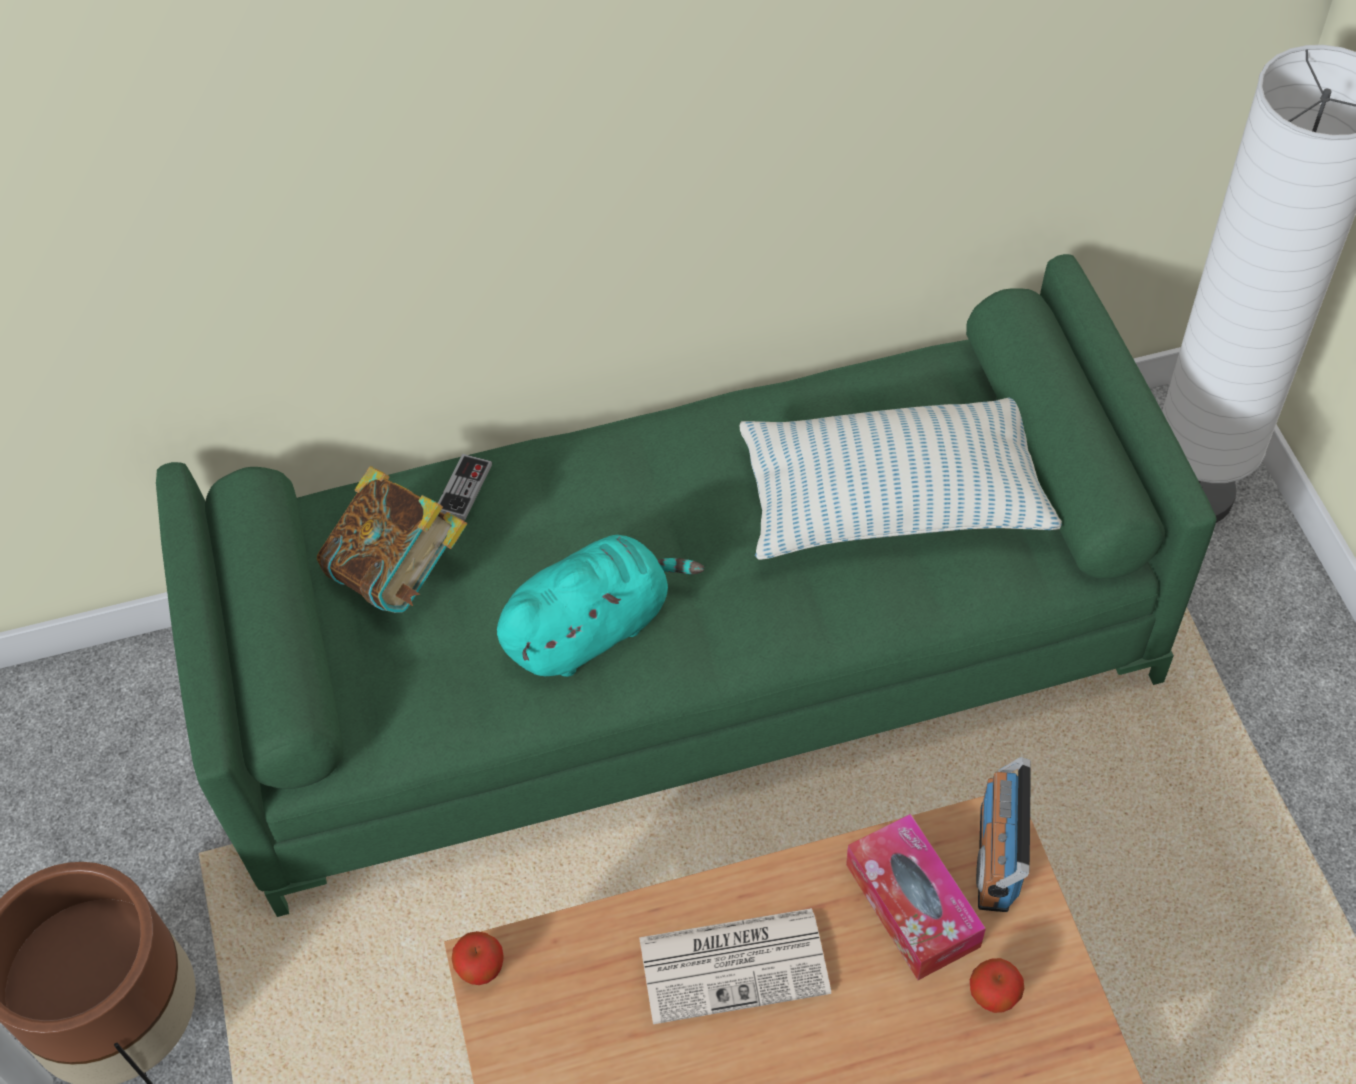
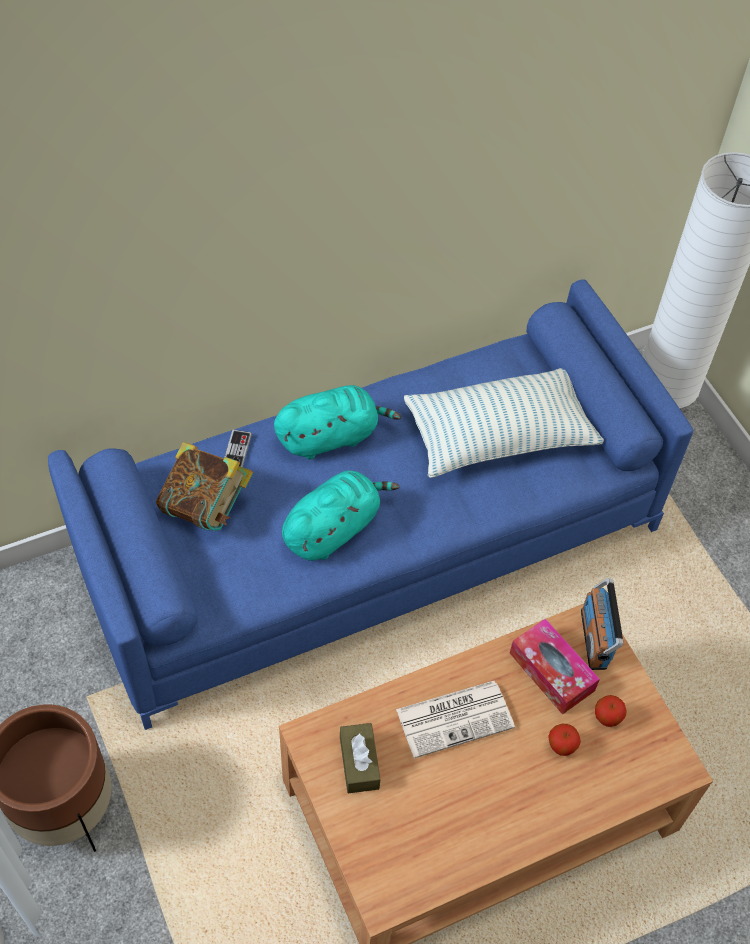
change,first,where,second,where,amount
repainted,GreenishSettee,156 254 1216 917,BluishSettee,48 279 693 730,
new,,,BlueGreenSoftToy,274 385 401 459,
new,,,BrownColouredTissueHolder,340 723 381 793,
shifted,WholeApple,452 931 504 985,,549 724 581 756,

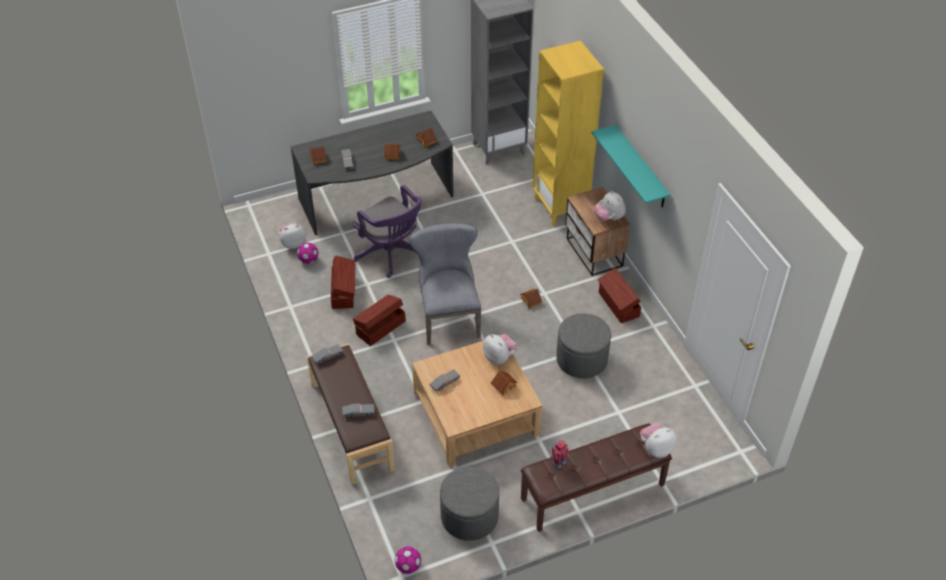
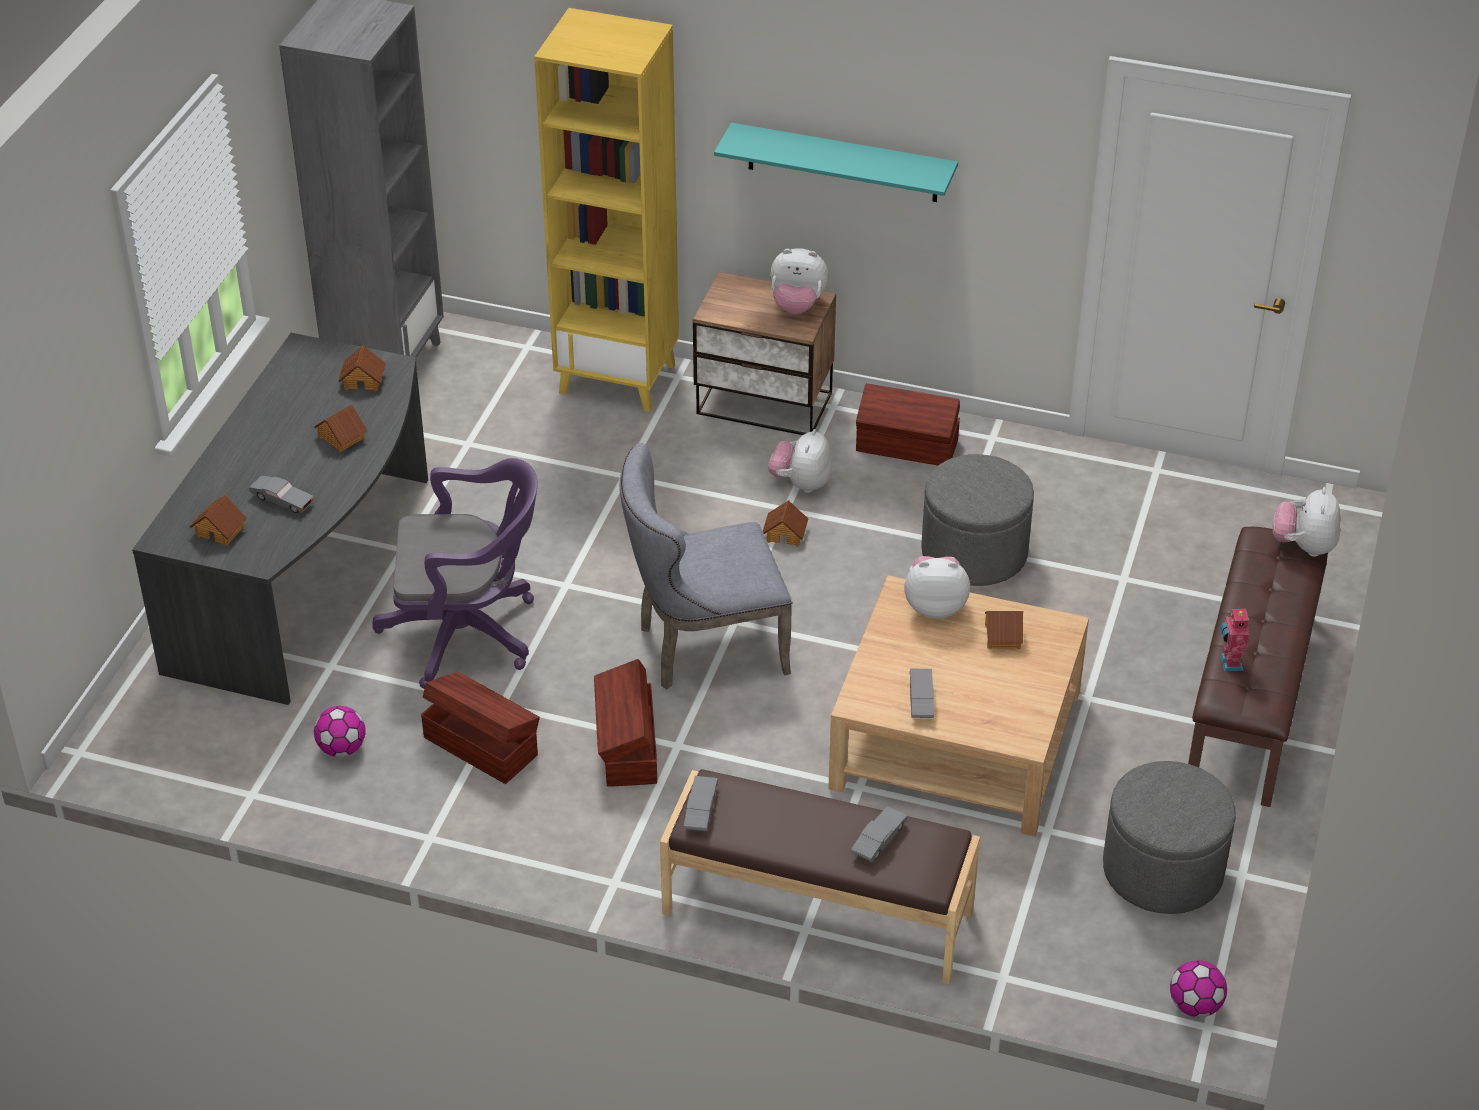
change,first,where,second,where,amount
rotated,GreyishUprightChair,410 224 481 345,,620 443 793 689,45 degrees counterclockwise
shifted,SoftToy,279 222 306 249,,768 429 831 493,

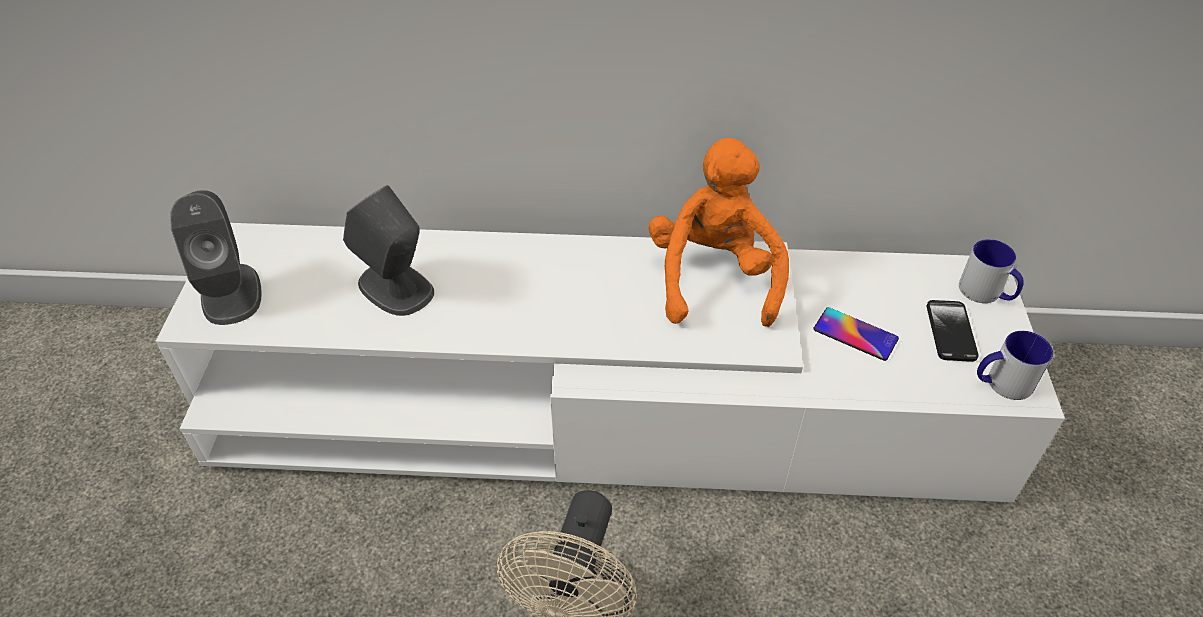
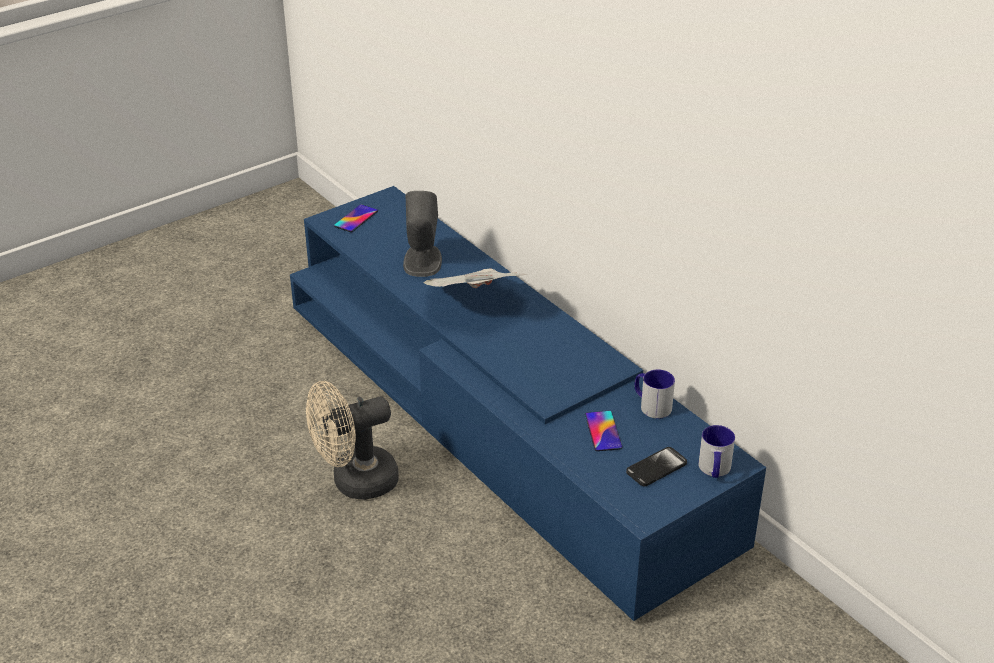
change,first,where,second,where,amount
repainted,WhiteColouredTvStand,156 223 1065 502,BluishTvStand,290 186 766 621,
swapped,GreyishAudioSpeaker,170 190 262 325,Handset,334 204 378 232,
new,,,DailyPaper,423 268 526 288,
shifted,TeaMug,977 331 1053 400,,635 369 675 418,
gone,OrangeySoftToy,649 138 789 327,,,

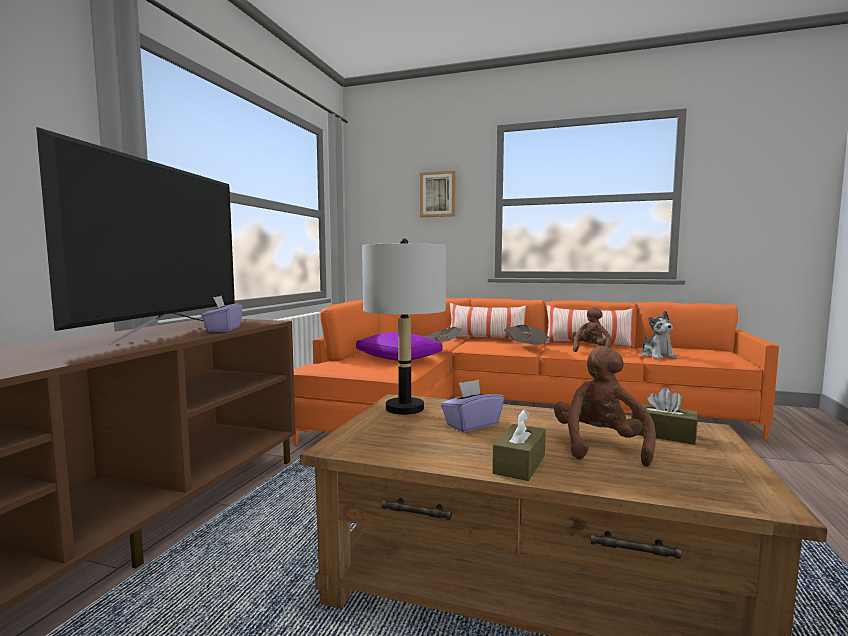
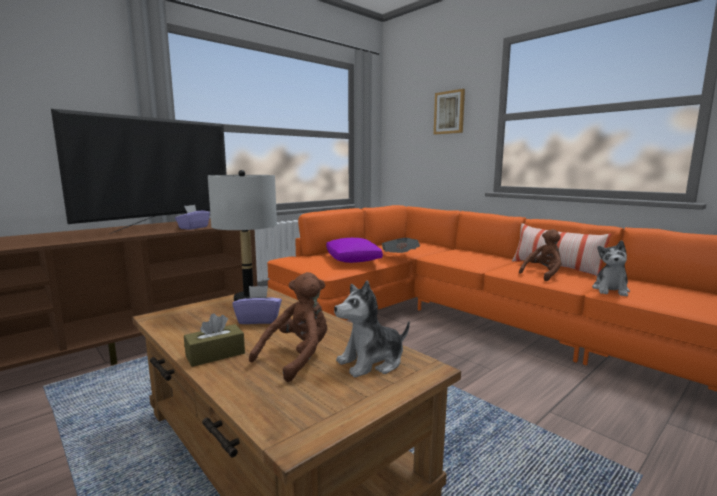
change,first,where,second,where,amount
swapped,BrownColouredTissueHolder,631 387 698 445,SoftToy,334 281 410 378,
gone,Cushion,450 303 527 340,,,
gone,DailyPaper,504 325 549 345,,,

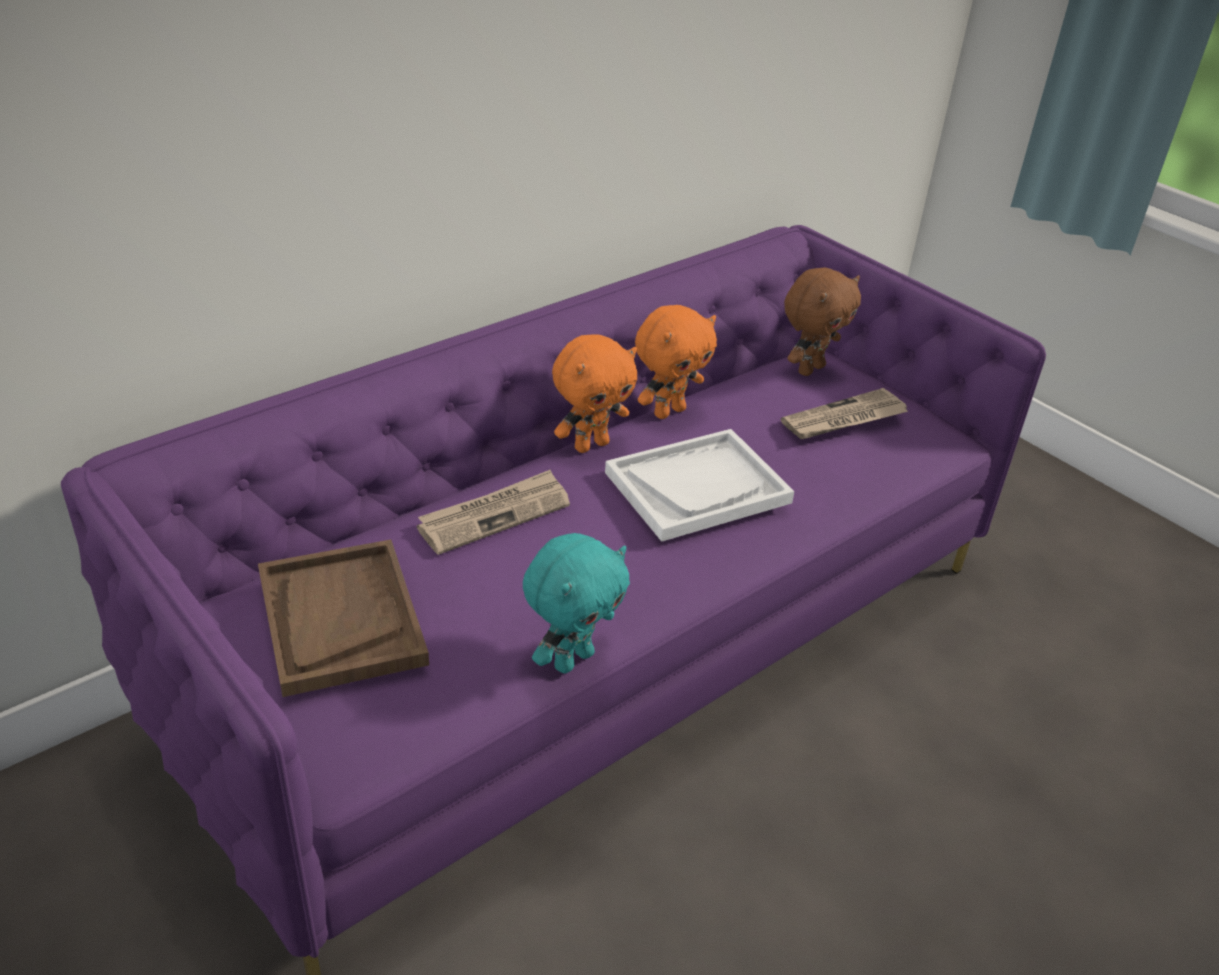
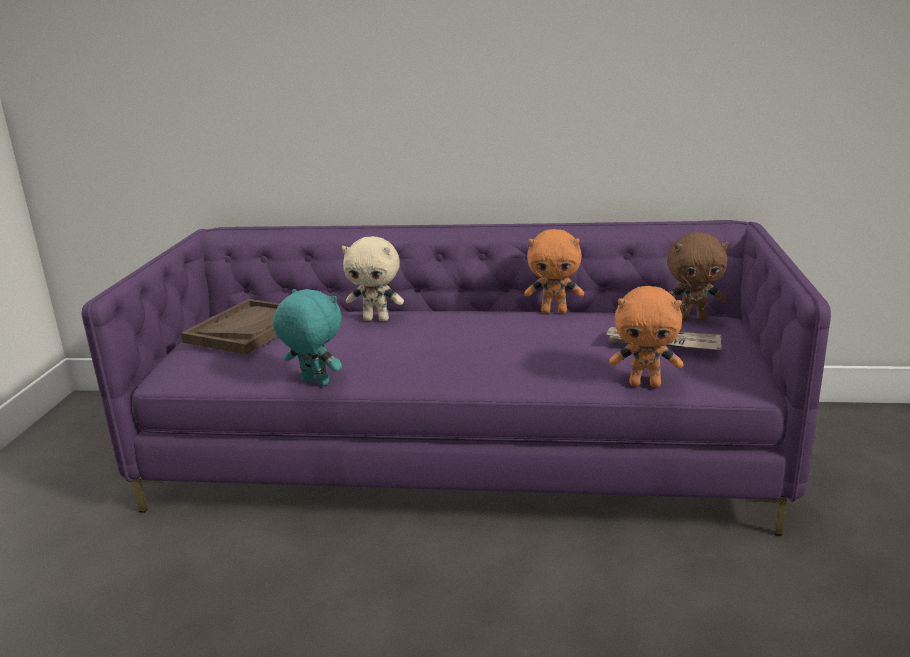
change,first,where,second,where,amount
rotated,BlueGreenSoftToy,523 533 630 674,,273 289 342 386,150 degrees counterclockwise
swapped,DailyPaper,417 470 570 555,BeigeColouredSoftToy,342 236 404 321,
shifted,OrangeySoftToy,552 334 637 453,,609 286 683 387,
gone,WhiteColouredServingTray,605 429 794 542,,,

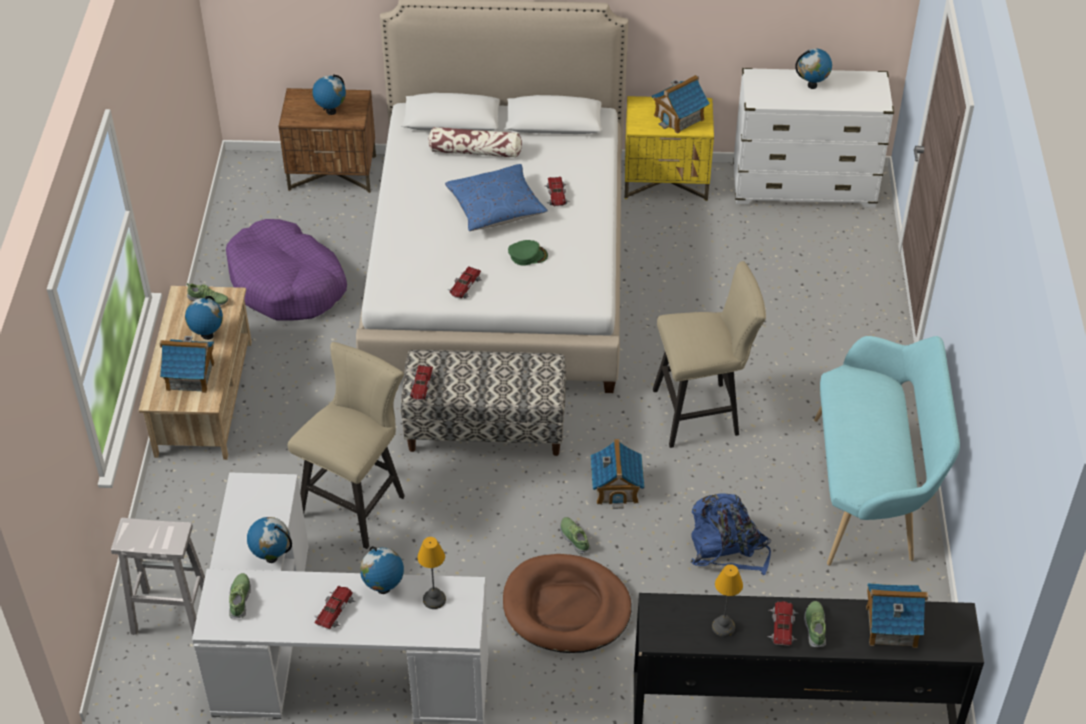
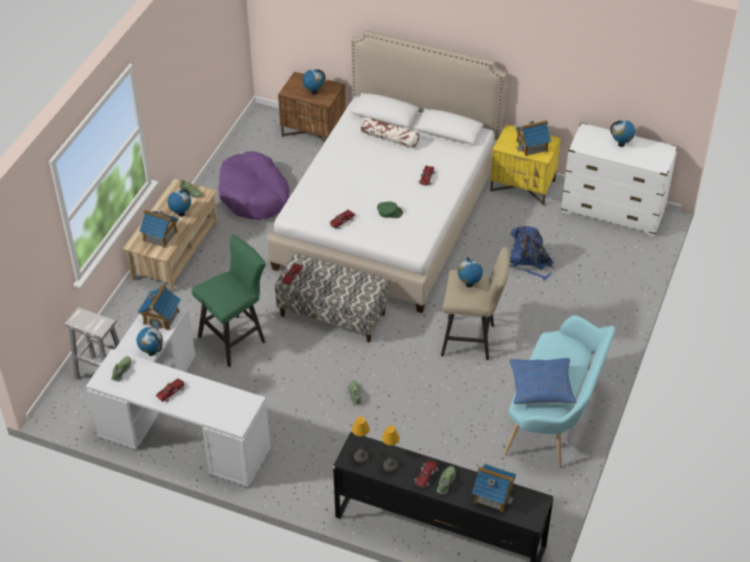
change,first,where,second,where,amount
shifted,ModelHouse,590 439 645 509,,138 284 181 330,
repainted,BeigeColouredStoolSeat,288 342 405 549,GreenishStoolSeat,192 235 266 367,
shifted,TabletopLamp,417 537 446 609,,352 416 370 463,
shifted,DeskGlobe,360 546 404 594,,458 258 483 287,
shifted,BluishCushion,445 164 548 231,,509 358 576 404,
shifted,BluishBackpack,691 493 771 575,,510 226 555 281,
gone,BrownColouredDogBed,503 554 632 653,,,

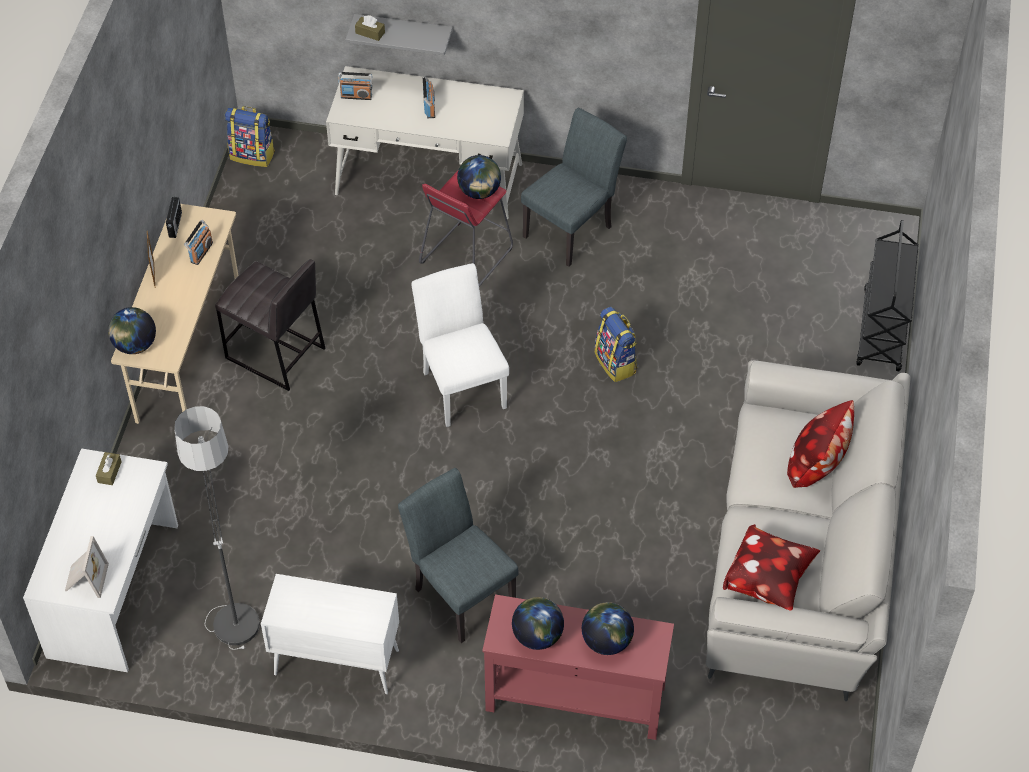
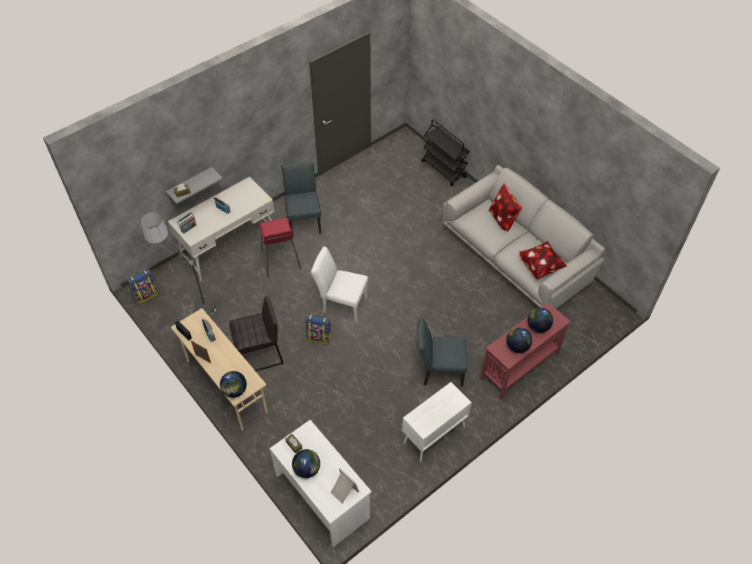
change,first,where,second,where,amount
shifted,FloorLamp,174 406 260 650,,140 212 216 314,
shifted,DeskGlobe,457 155 501 199,,292 449 320 478,
shifted,Backpack,595 307 637 382,,305 313 332 345,

